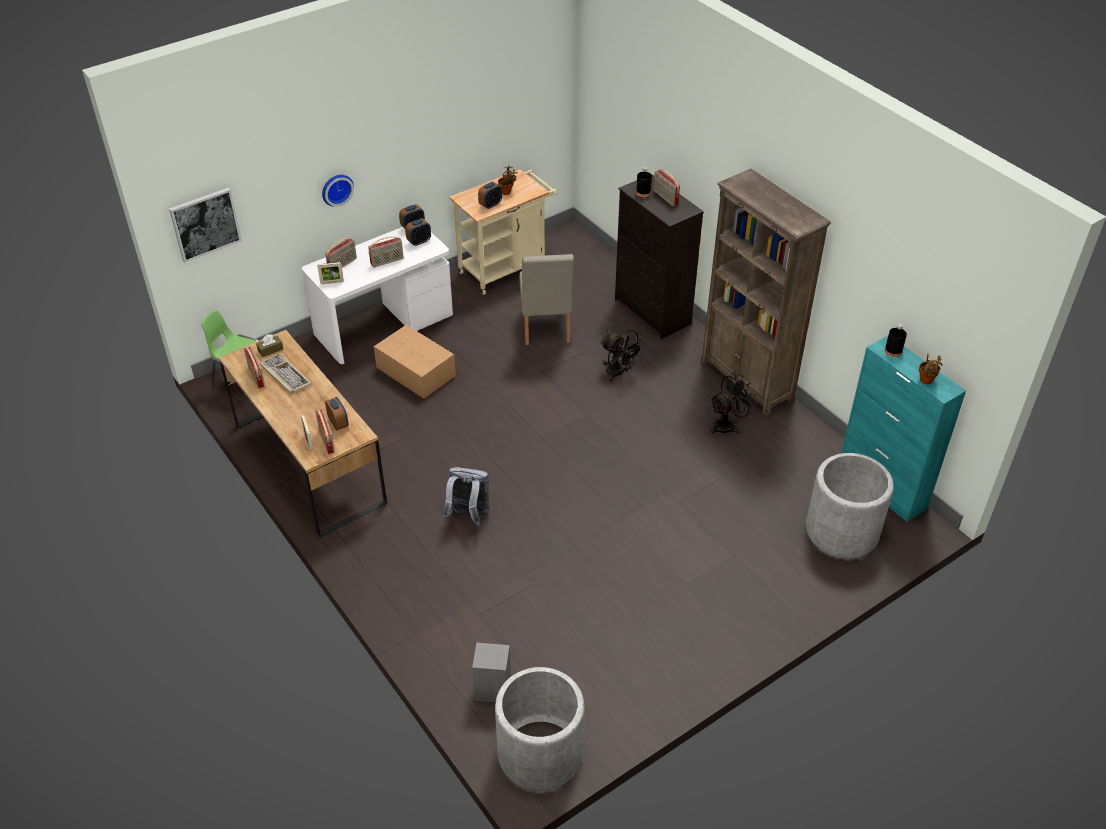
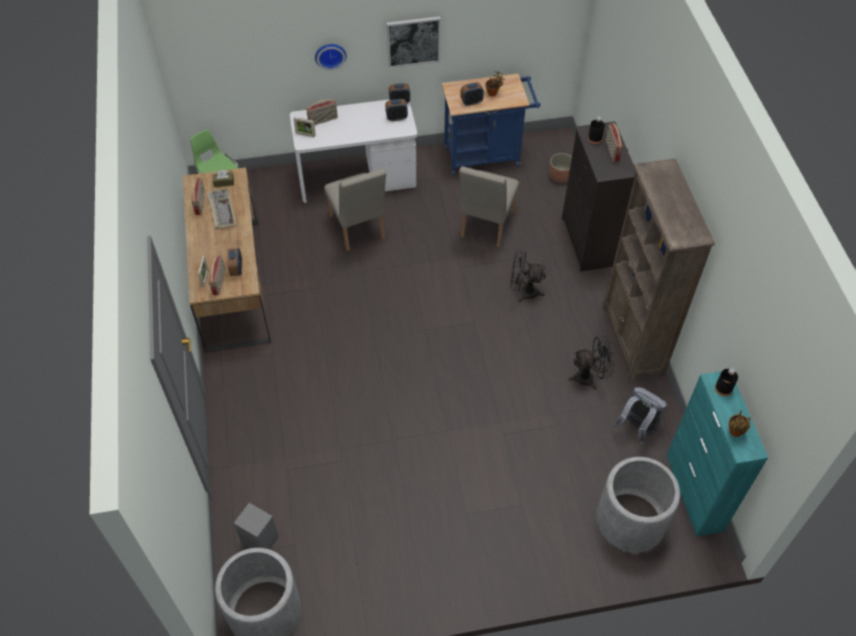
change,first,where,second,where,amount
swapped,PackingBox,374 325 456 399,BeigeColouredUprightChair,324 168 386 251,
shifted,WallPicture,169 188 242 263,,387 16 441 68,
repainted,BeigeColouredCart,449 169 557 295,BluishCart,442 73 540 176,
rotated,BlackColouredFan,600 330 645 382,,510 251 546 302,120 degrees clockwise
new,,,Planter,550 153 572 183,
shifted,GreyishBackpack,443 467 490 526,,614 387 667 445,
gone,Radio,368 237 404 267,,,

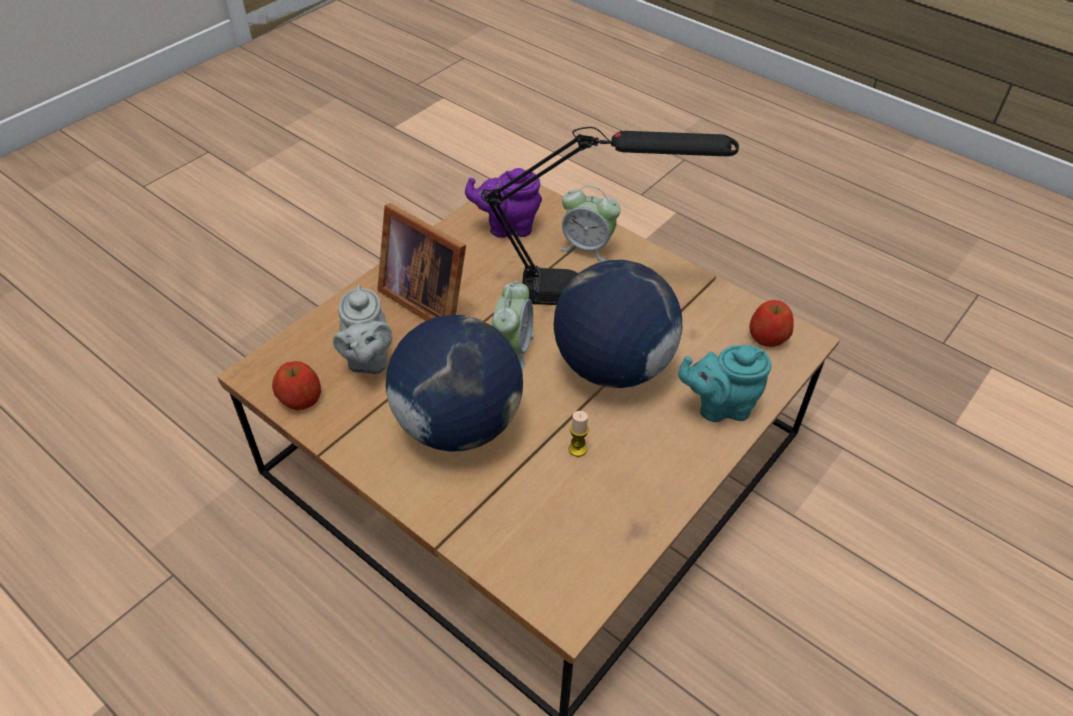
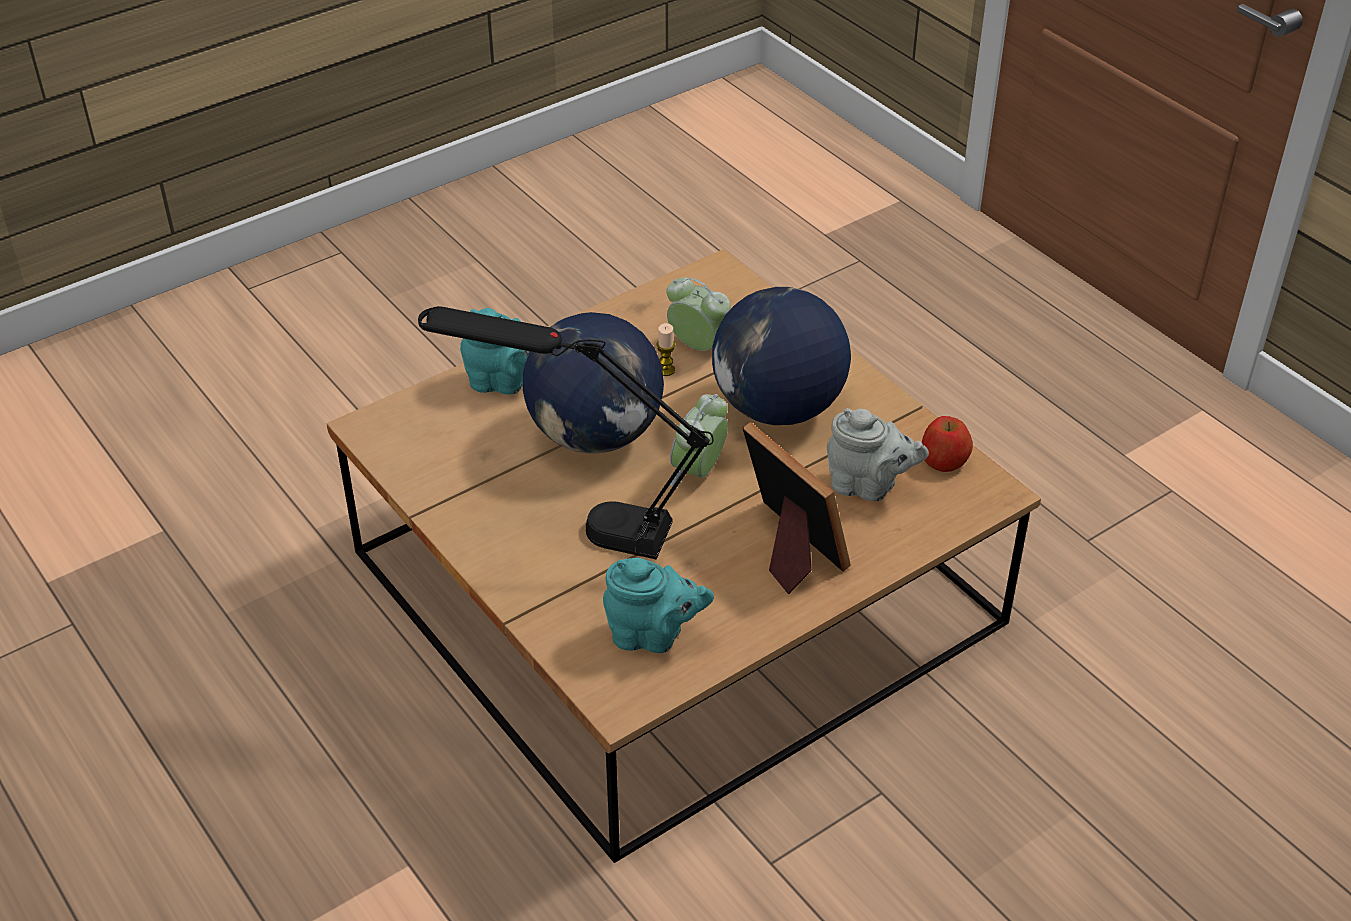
change,first,where,second,where,amount
repainted,PurpleColouredPotForTea,465 168 542 238,BlueGreenPotForTea,603 558 714 653,
shifted,TableClock,560 185 621 262,,667 277 731 351,
rotated,GreyishPotForTea,333 285 392 374,,827 408 929 501,105 degrees clockwise
gone,WholeApple,749 300 794 347,,,

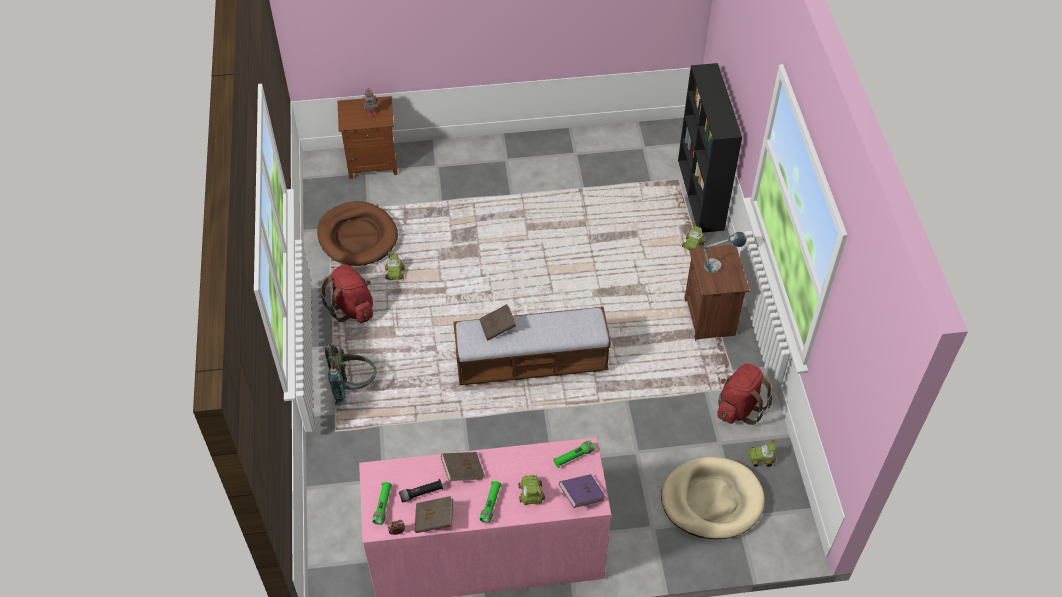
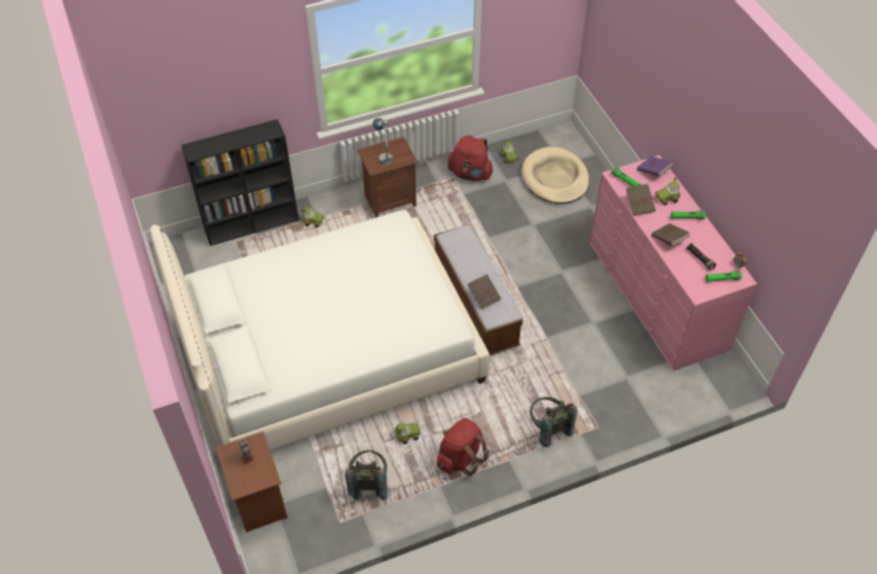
change,first,where,second,where,amount
new,,,WhiteColouredSleepingBed,150 210 490 450,
swapped,BrownColouredDogBed,317 201 398 266,GreyishBackpack,345 450 390 500,
shifted,BrownColouredBook,414 496 453 533,,626 184 656 216,

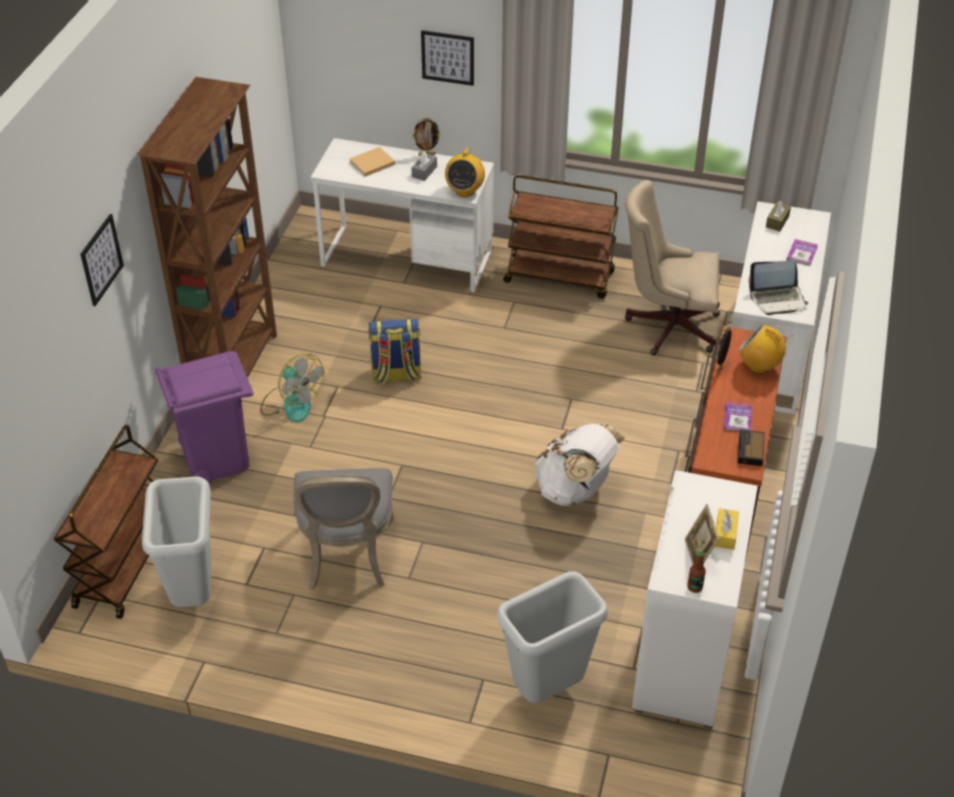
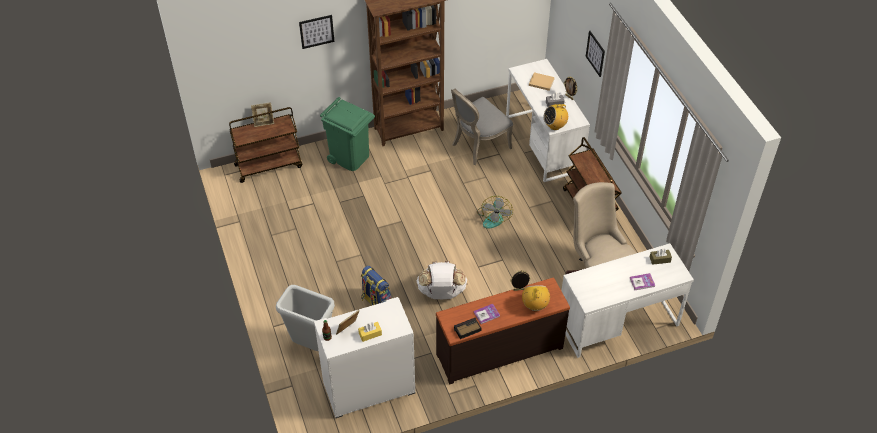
change,first,where,second,where,amount
new,,,PictureFrame,251 102 274 127,
repainted,PurpleColouredRubbishBin,155 351 253 484,GreenishRubbishBin,320 97 375 171,
shifted,Backpack,369 318 422 384,,361 265 392 306,
shifted,GreyishUprightChair,293 468 394 590,,451 89 513 165,
shifted,Fan,260 354 325 422,,477 196 513 229,
gone,GreyishRubbishBin,142 477 212 607,,,
gone,Laptop,748 260 809 315,,,

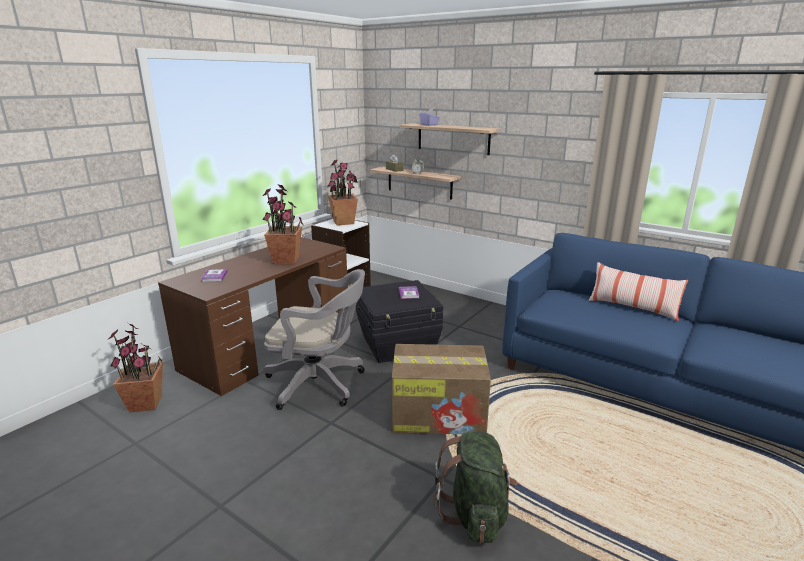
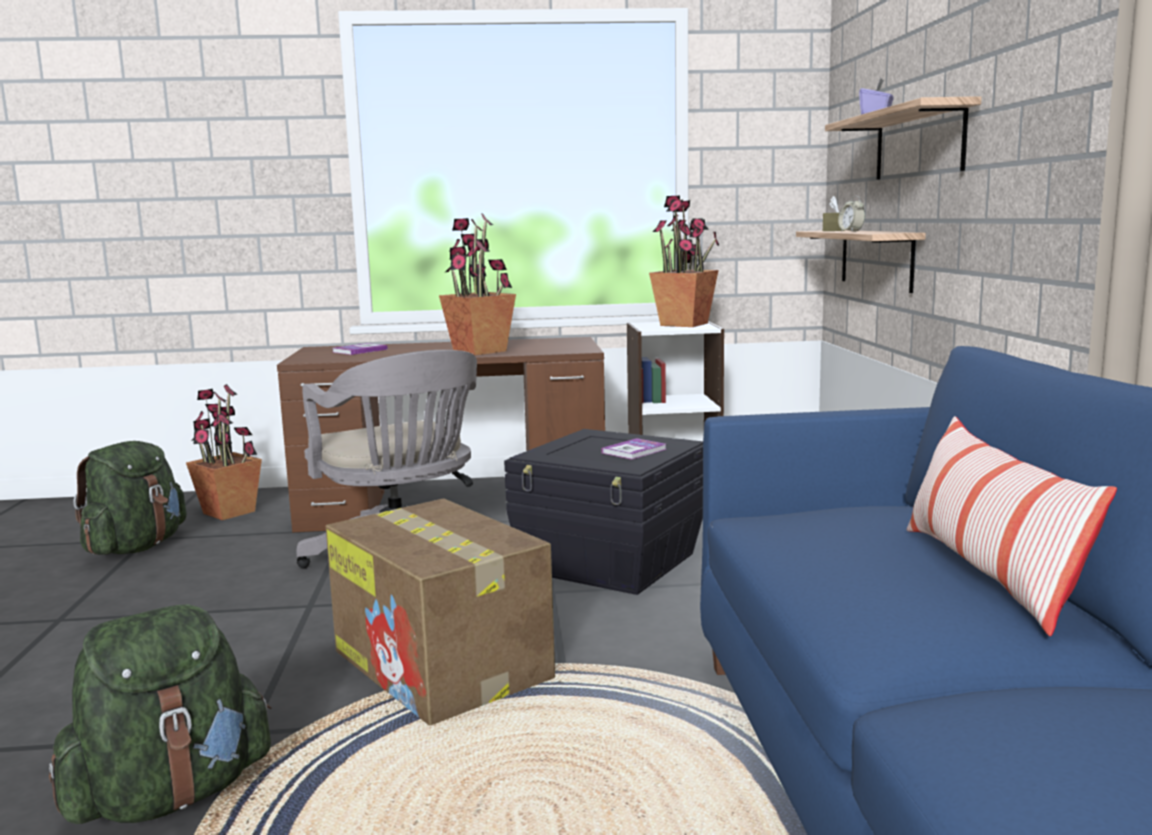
change,first,where,second,where,amount
new,,,GreenishBackpack,73 441 187 555,

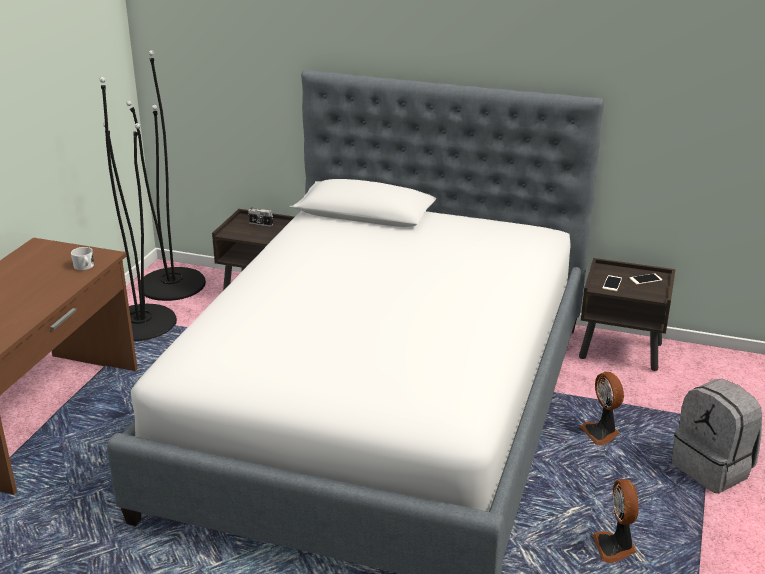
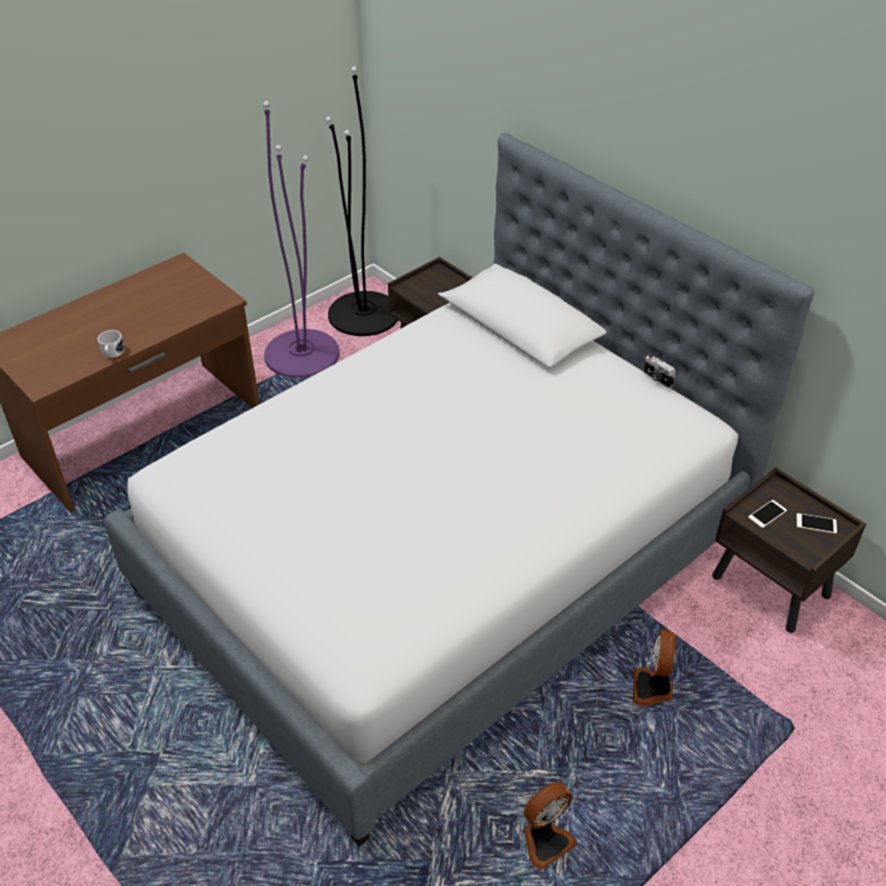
change,first,where,second,where,amount
shifted,WhiteColouredTeaMug,71 247 94 270,,98 330 124 358,
repainted,BlackColouredFloorLamp,99 77 177 341,PurpleColouredFloorLamp,263 101 340 377,
rotated,Fan,593 479 639 563,,524 782 576 870,150 degrees counterclockwise
shifted,StillCamera,248 207 273 226,,644 355 676 388,
gone,GreyishBackpack,671 379 762 493,,,

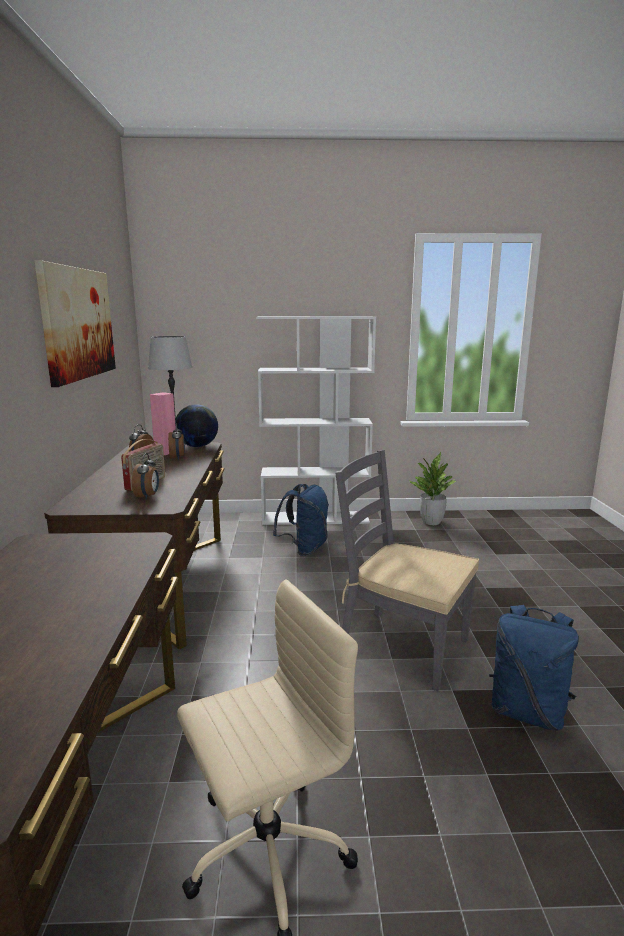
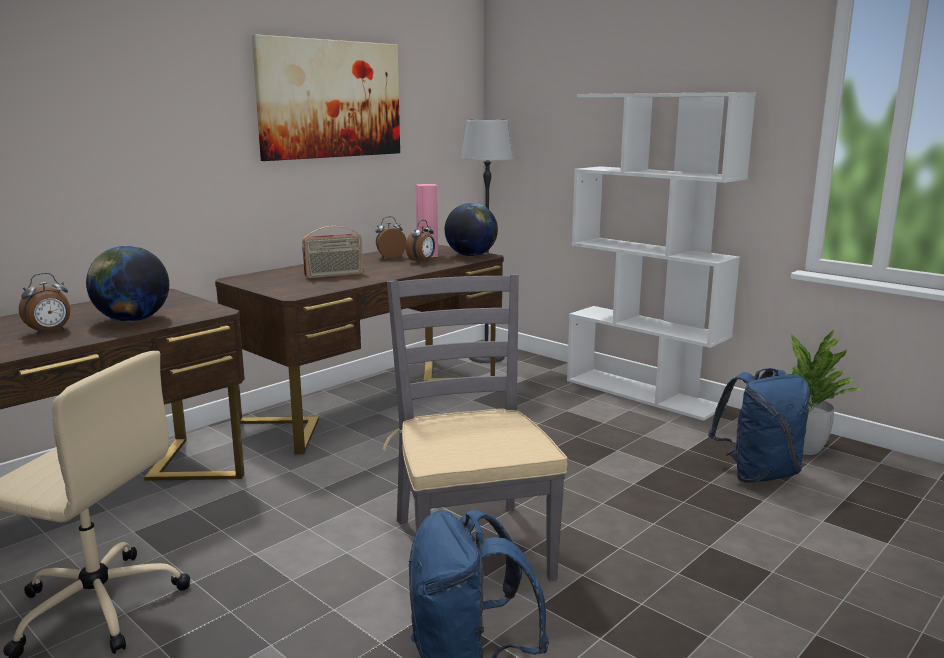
change,first,where,second,where,amount
shifted,TableClock,132 453 159 499,,19 273 70 335,
new,,,DeskGlobe,86 246 169 322,
shifted,BluishBackpack,273 484 329 556,,708 368 810 483,

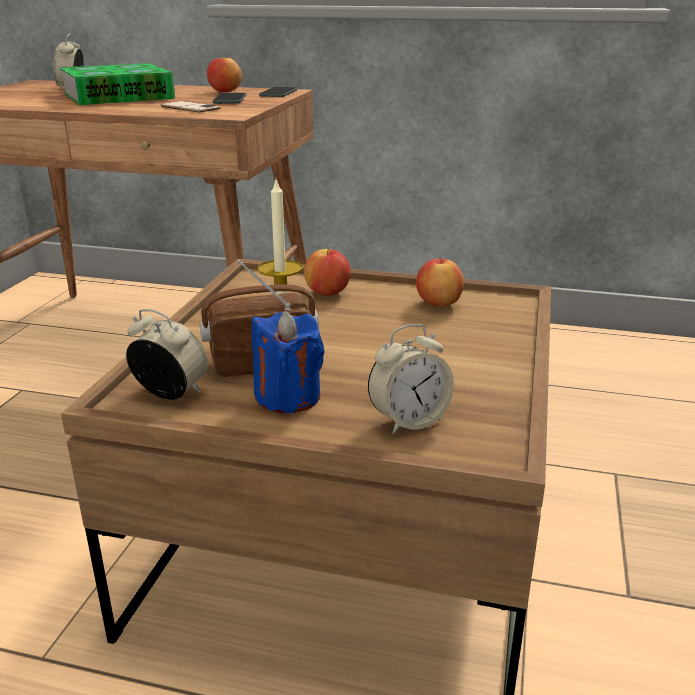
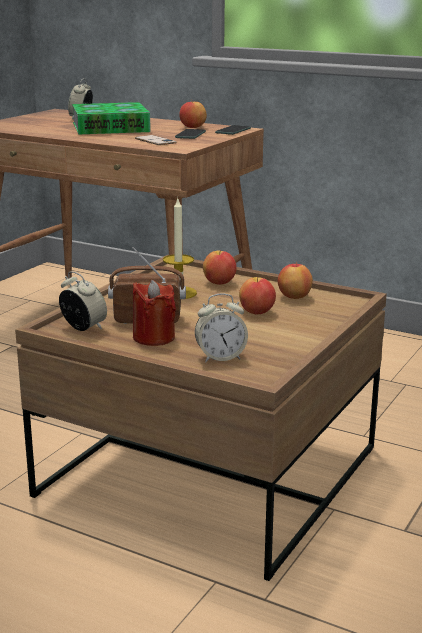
change,first,where,second,where,amount
repainted,BluishWaxCandle,251 311 324 413,RedWaxCandle,133 280 176 346,
new,,,WholeApple,239 277 276 314,

